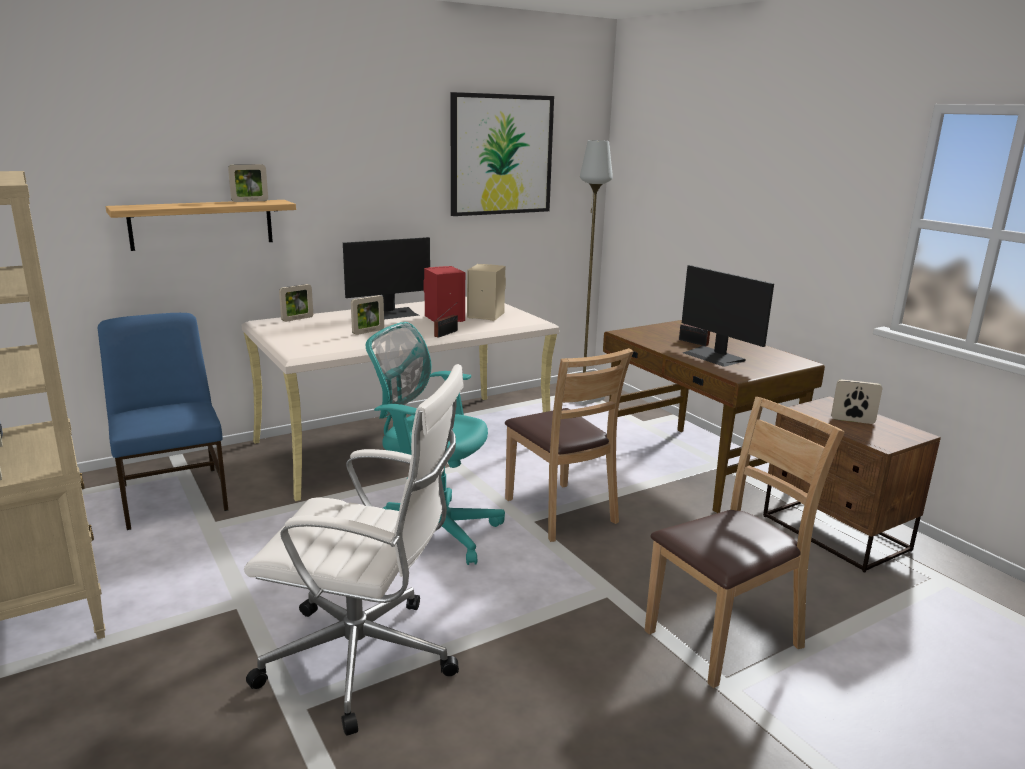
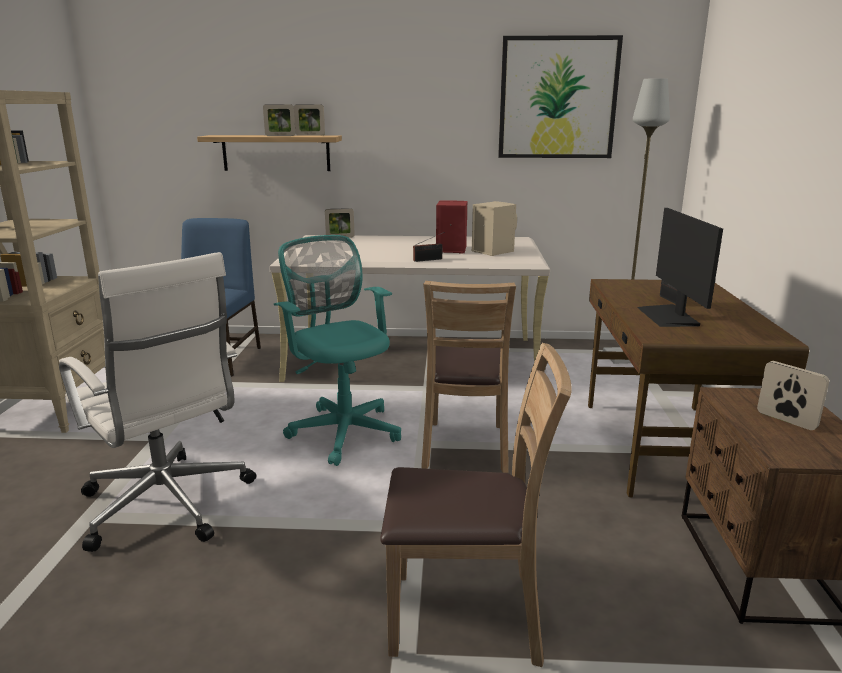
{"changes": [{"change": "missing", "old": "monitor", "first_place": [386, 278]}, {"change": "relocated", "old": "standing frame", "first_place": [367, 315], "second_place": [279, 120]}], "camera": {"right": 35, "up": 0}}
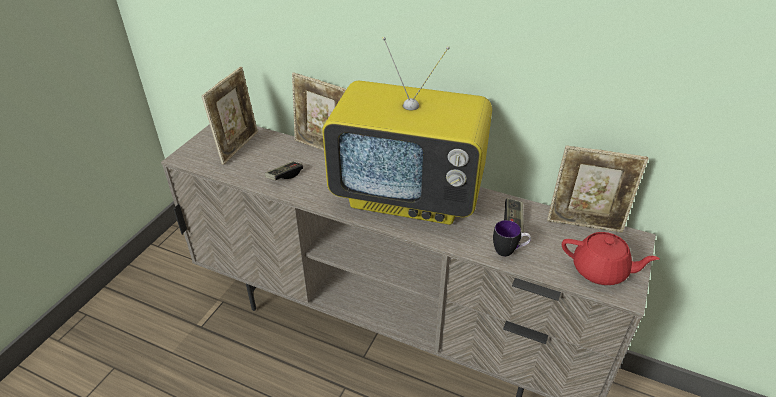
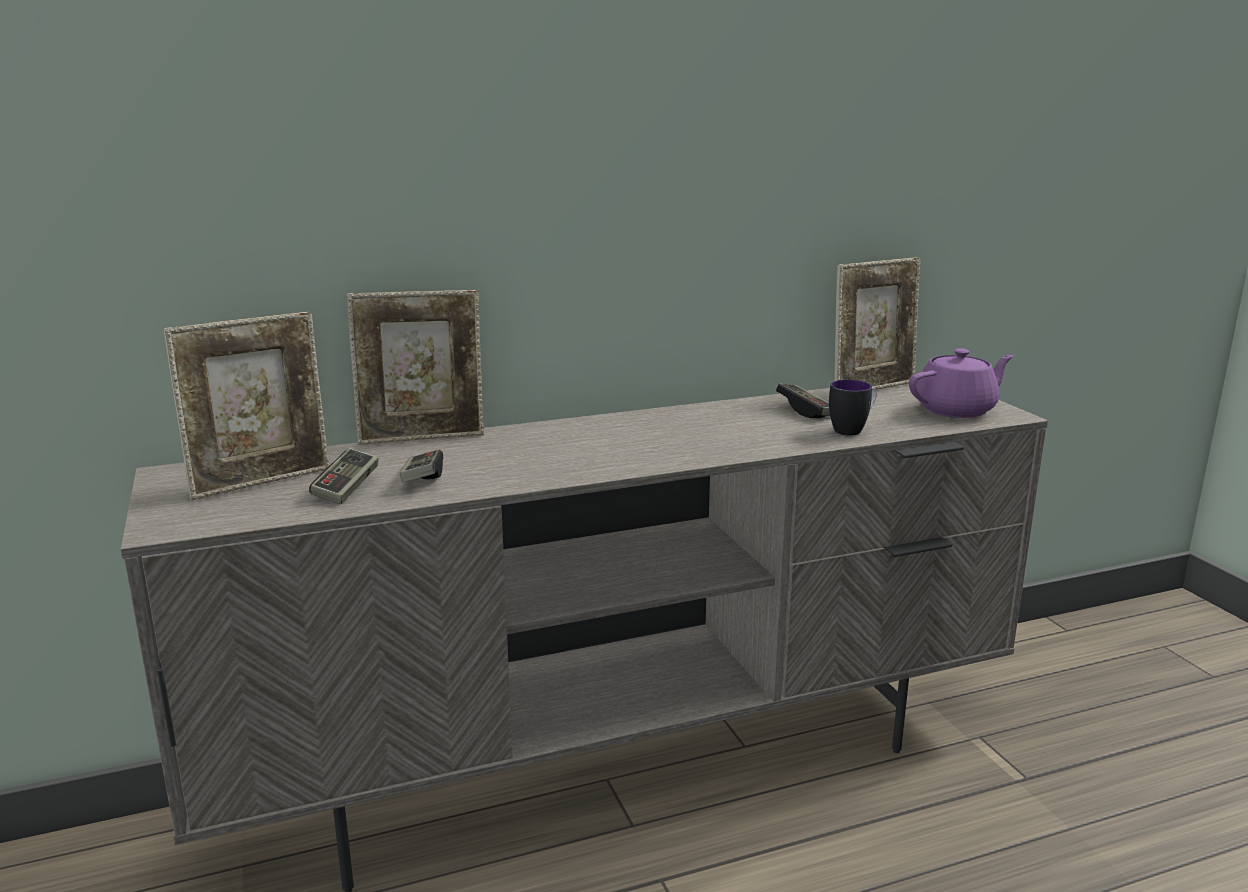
{"changes": [{"change": "missing", "old": "TV", "first_place": [407, 131]}, {"change": "spun", "old": "standing frame", "first_place": [230, 116], "second_place": [246, 406], "degrees": 75}, {"change": "colour", "old": "pot for tea/red-coloured", "new": "pot for tea/purple-coloured", "first_place": [611, 258], "second_place": [961, 383]}, {"change": "appeared", "new": "gamepad", "second_place": [344, 476]}], "camera": {"right": -45, "up": -20}}
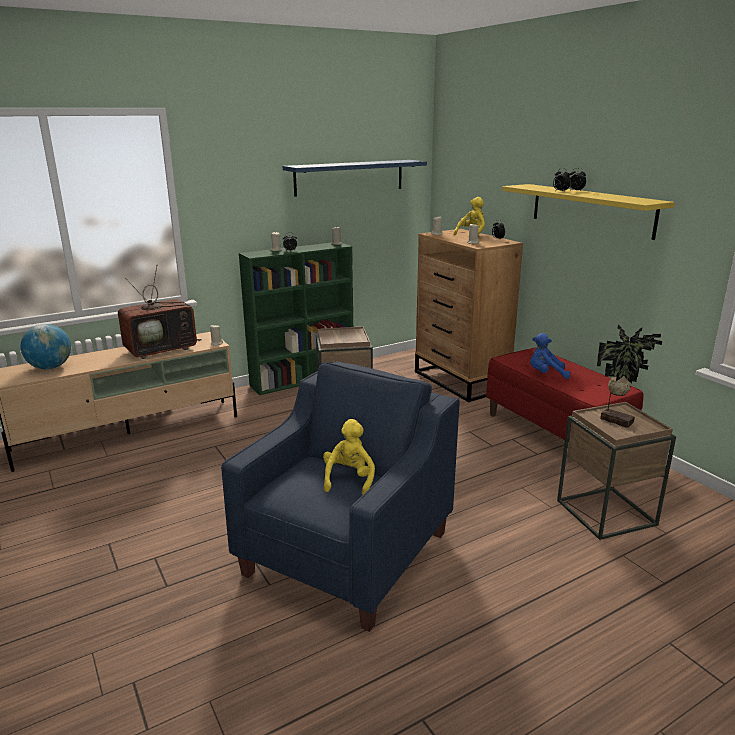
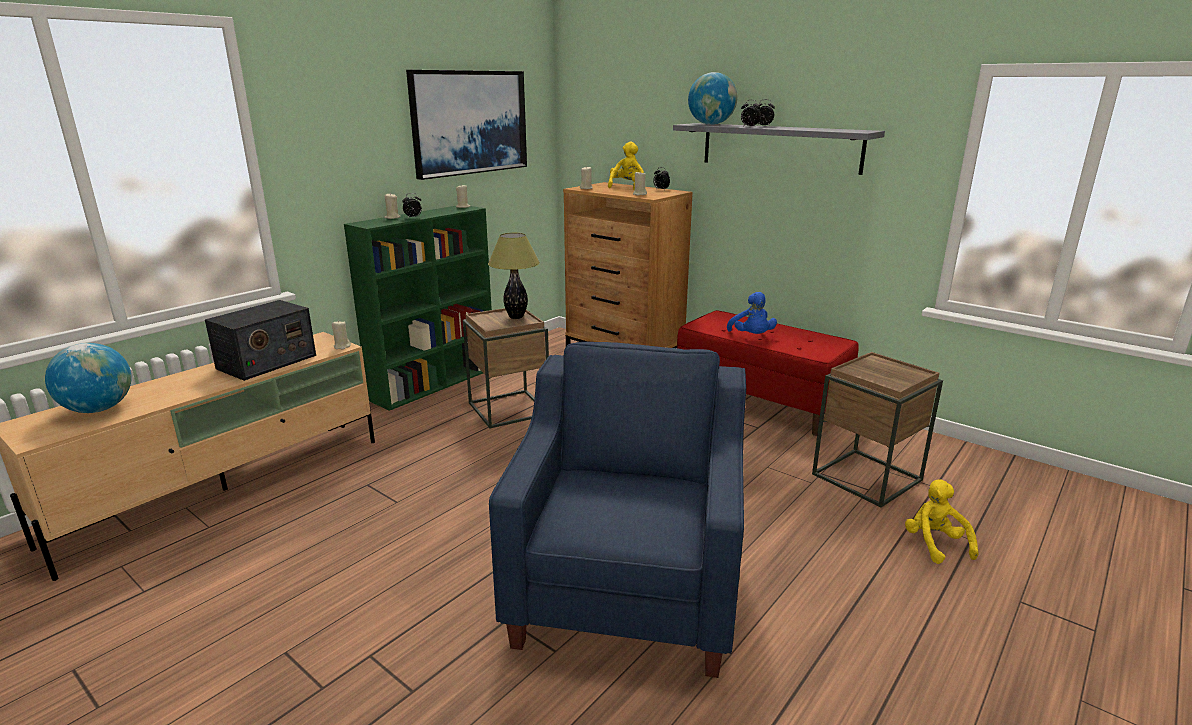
{"changes": [{"change": "exchanged", "old": "bracket shelf/bluish", "new": "wall picture", "first_place": [355, 178], "second_place": [466, 125]}, {"change": "colour", "old": "bracket shelf/yellowish", "new": "bracket shelf/greyish", "first_place": [588, 212], "second_place": [779, 149]}, {"change": "exchanged", "old": "TV", "new": "radio receiver", "first_place": [159, 312], "second_place": [260, 340]}, {"change": "missing", "old": "houseplant", "first_place": [629, 376]}, {"change": "spun", "old": "soft toy/bluish", "first_place": [550, 356], "second_place": [752, 313], "degrees": -90}, {"change": "relocated", "old": "soft toy/yellowish", "first_place": [349, 457], "second_place": [942, 521]}, {"change": "appeared", "new": "desk globe", "second_place": [713, 98]}, {"change": "appeared", "new": "table lamp", "second_place": [514, 276]}], "camera": {"right": -20, "up": 0}}
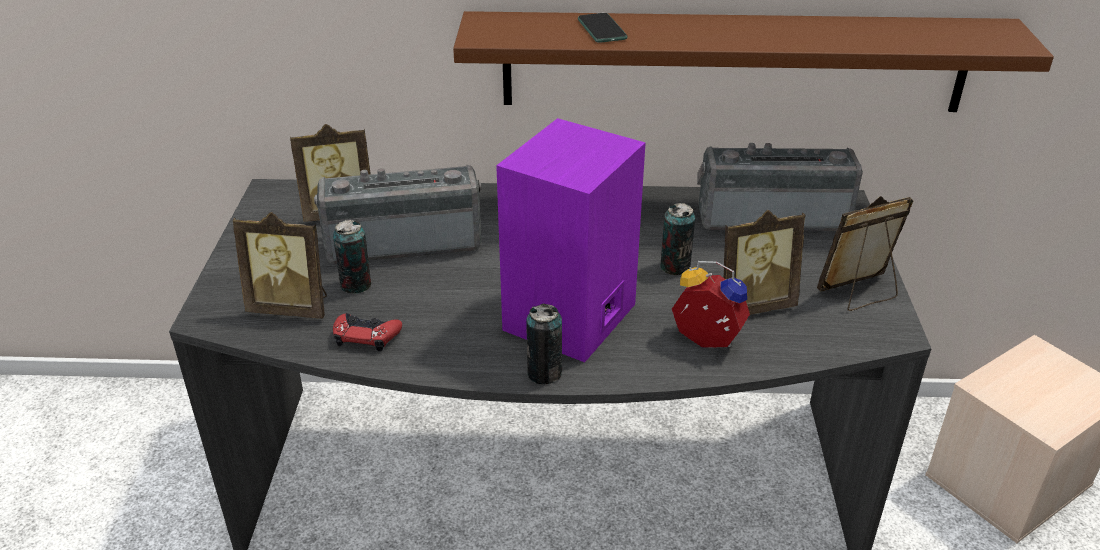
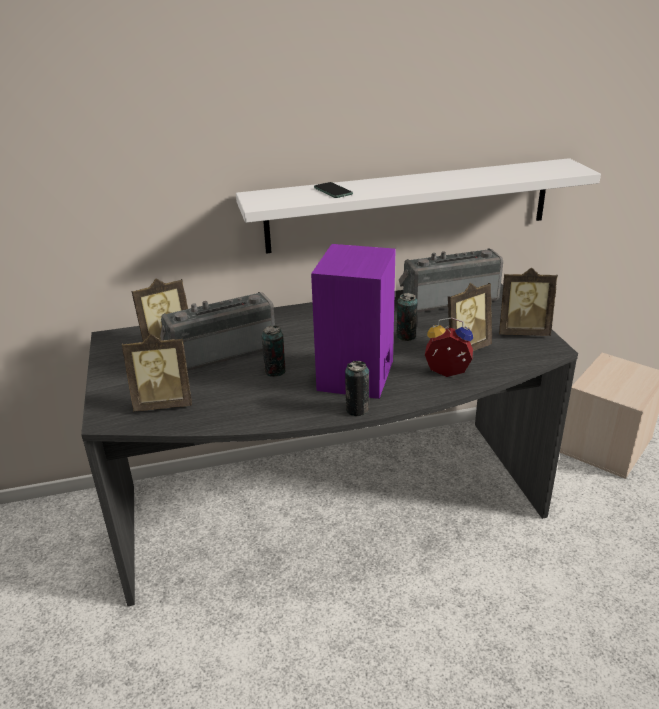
{"changes": [{"change": "colour", "old": "bracket shelf/brown", "new": "bracket shelf/white-coloured", "first_place": [753, 61], "second_place": [418, 206]}, {"change": "spun", "old": "standing frame", "first_place": [865, 253], "second_place": [528, 302], "degrees": -135}, {"change": "relocated", "old": "sealed can", "first_place": [352, 257], "second_place": [273, 351]}, {"change": "missing", "old": "gamepad/red-coloured", "first_place": [367, 332]}], "camera": {"right": -15, "up": -5}}
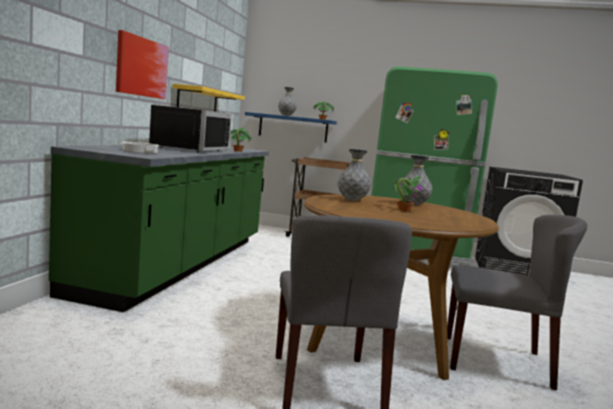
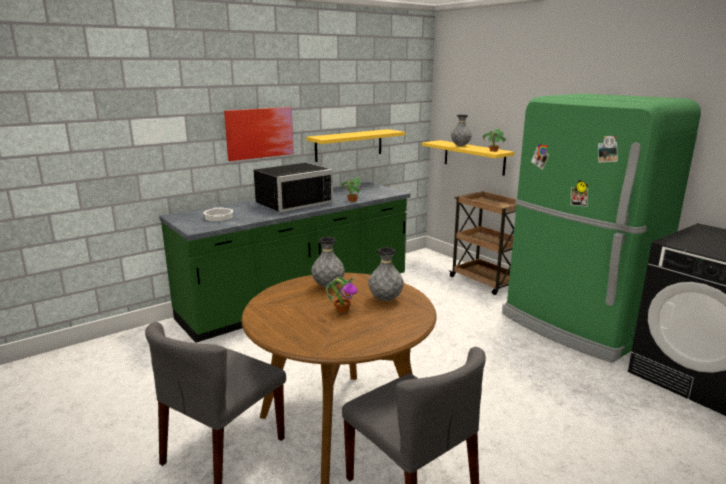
{"changes": [{"change": "colour", "old": "bracket shelf/bluish", "new": "bracket shelf/yellowish", "first_place": [291, 127], "second_place": [468, 158]}], "camera": {"right": 40, "up": 10}}
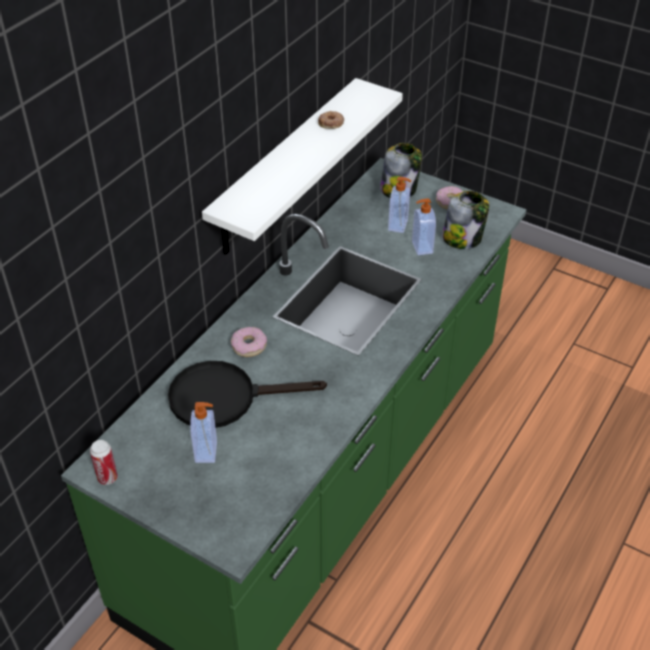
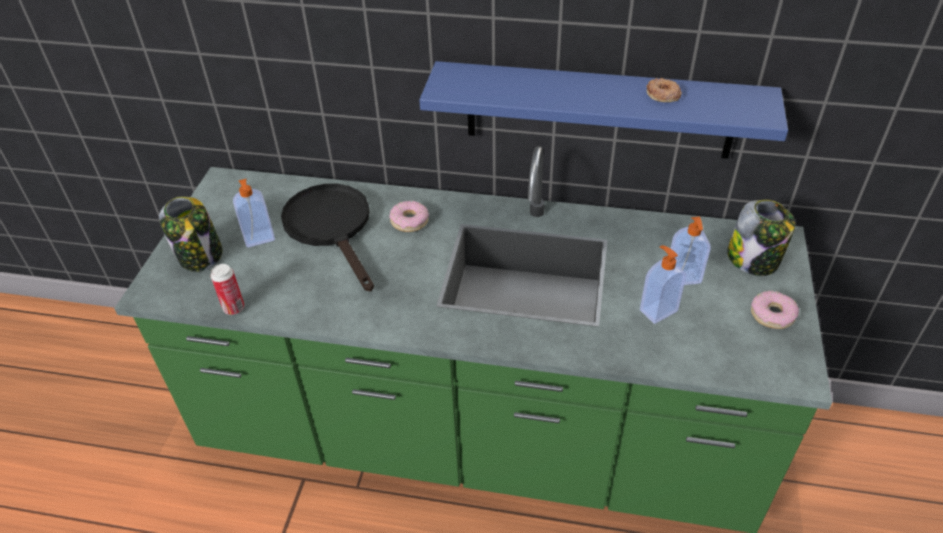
{"changes": [{"change": "colour", "old": "bracket shelf/white-coloured", "new": "bracket shelf/bluish", "first_place": [302, 166], "second_place": [603, 110]}, {"change": "relocated", "old": "jar", "first_place": [465, 220], "second_place": [191, 234]}, {"change": "relocated", "old": "sealed can", "first_place": [104, 462], "second_place": [227, 289]}], "camera": {"right": 70, "up": 0}}
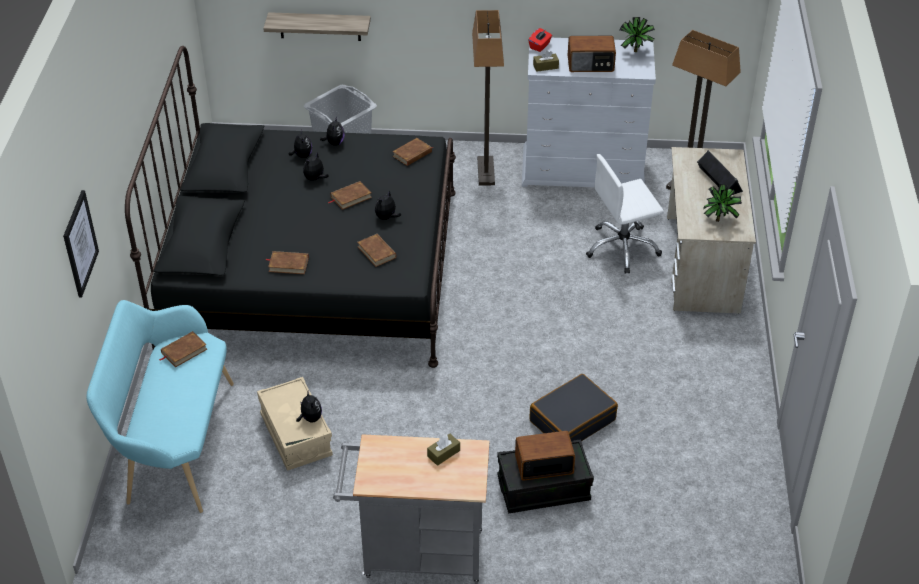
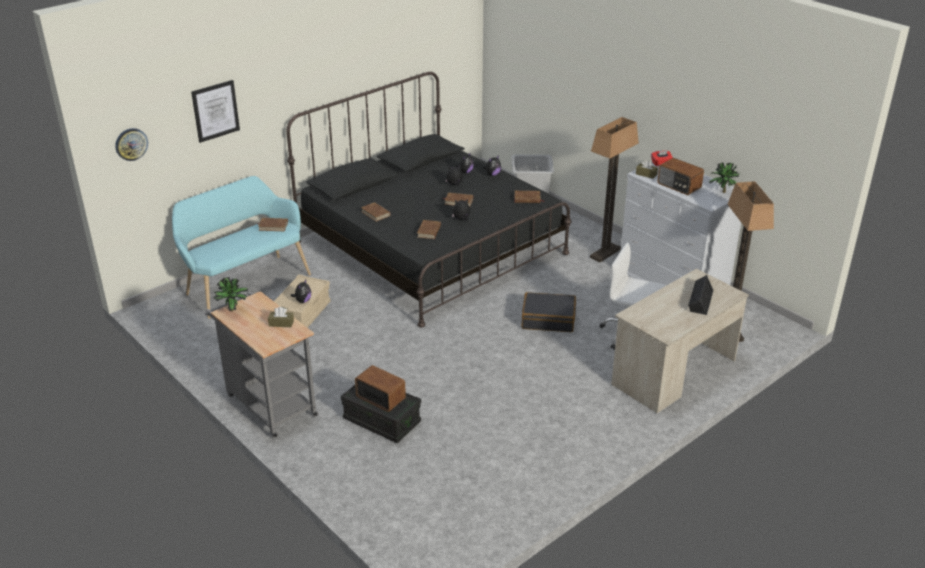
{"changes": [{"change": "missing", "old": "bracket shelf", "first_place": [317, 26]}, {"change": "relocated", "old": "houseplant", "first_place": [722, 203], "second_place": [230, 294]}, {"change": "relocated", "old": "suitcase/black-coloured", "first_place": [574, 407], "second_place": [549, 312]}, {"change": "appeared", "new": "wall clock", "second_place": [131, 144]}], "camera": {"right": 45, "up": -10}}
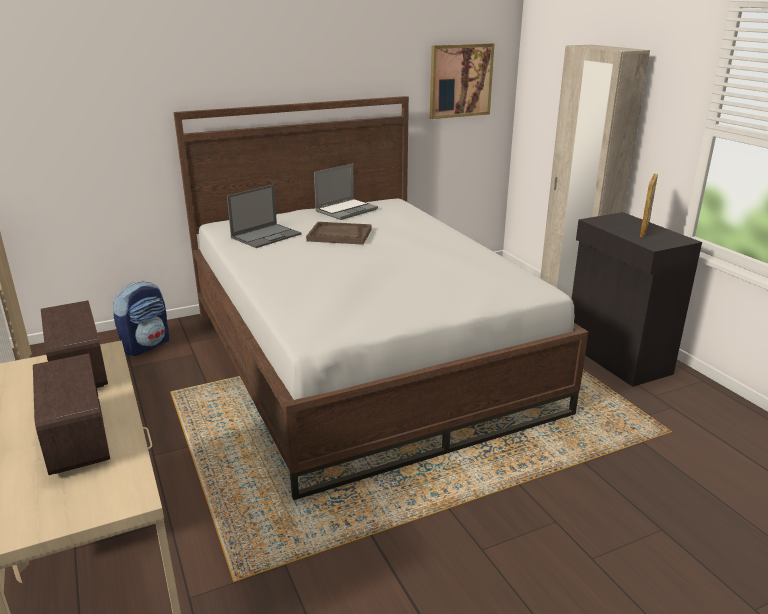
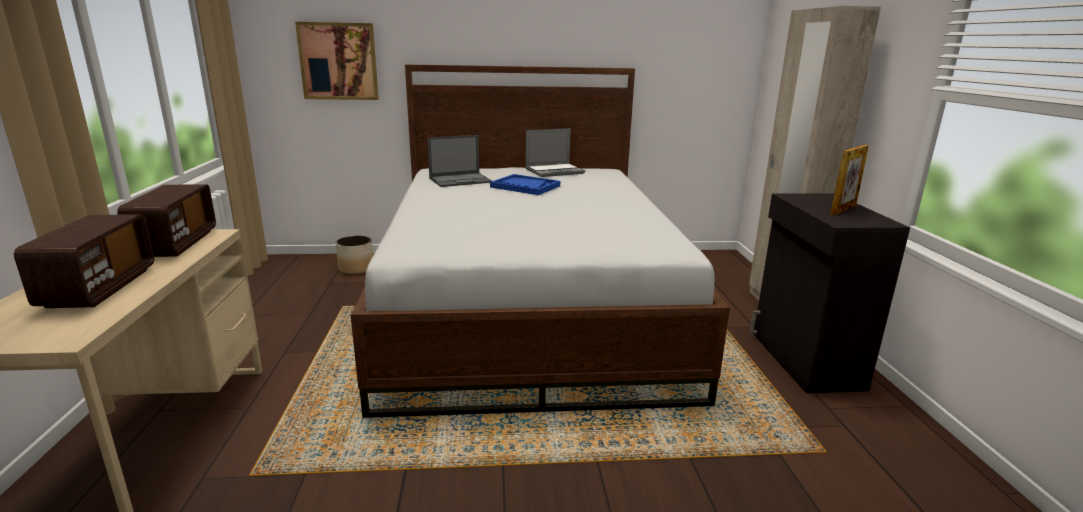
{"changes": [{"change": "relocated", "old": "wall picture", "first_place": [462, 81], "second_place": [337, 61]}, {"change": "colour", "old": "tray/brown", "new": "tray/bluish", "first_place": [339, 233], "second_place": [525, 184]}, {"change": "exchanged", "old": "knapsack", "new": "flower pot", "first_place": [141, 318], "second_place": [354, 255]}], "camera": {"right": 20, "up": -5}}
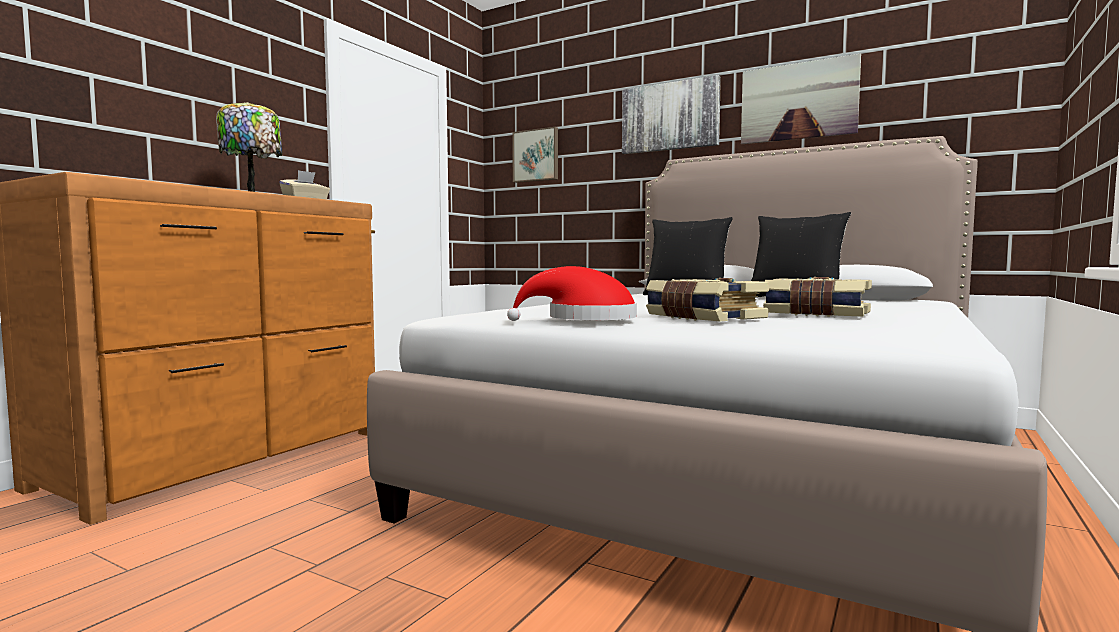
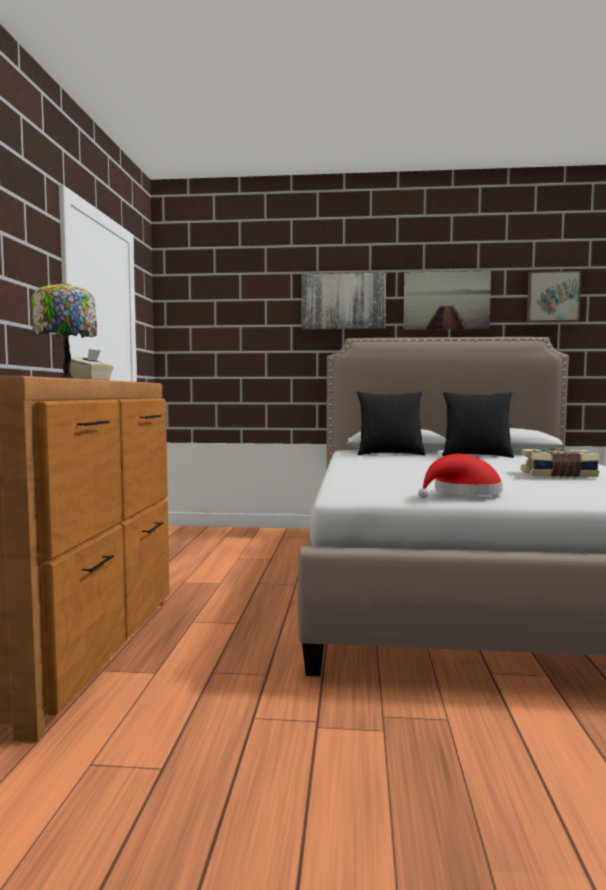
{"changes": [{"change": "relocated", "old": "wall picture", "first_place": [535, 155], "second_place": [554, 296]}, {"change": "missing", "old": "volume", "first_place": [707, 299]}], "camera": {"right": -25, "up": 0}}
